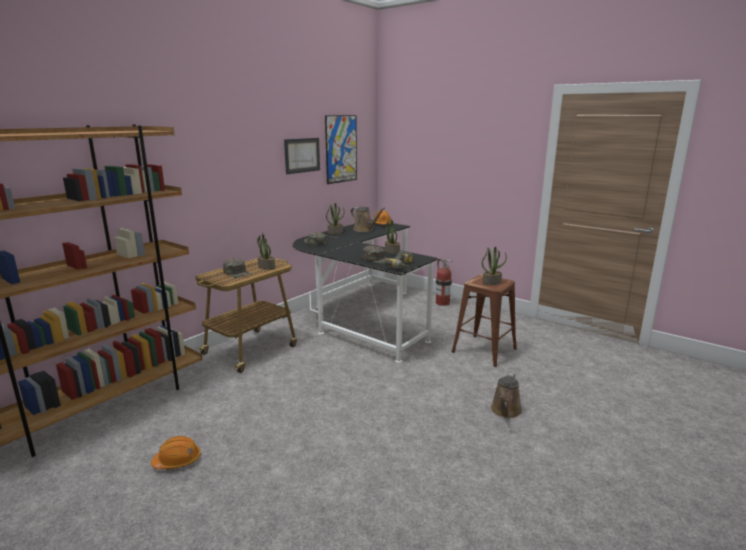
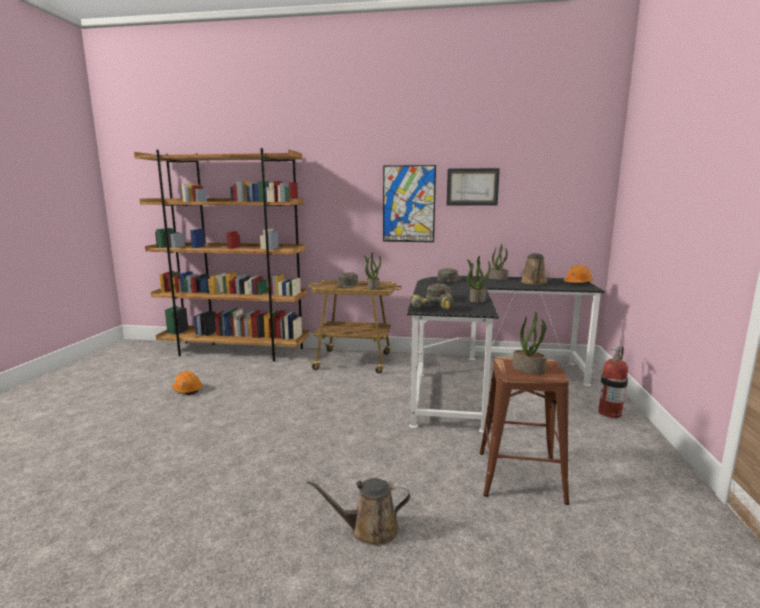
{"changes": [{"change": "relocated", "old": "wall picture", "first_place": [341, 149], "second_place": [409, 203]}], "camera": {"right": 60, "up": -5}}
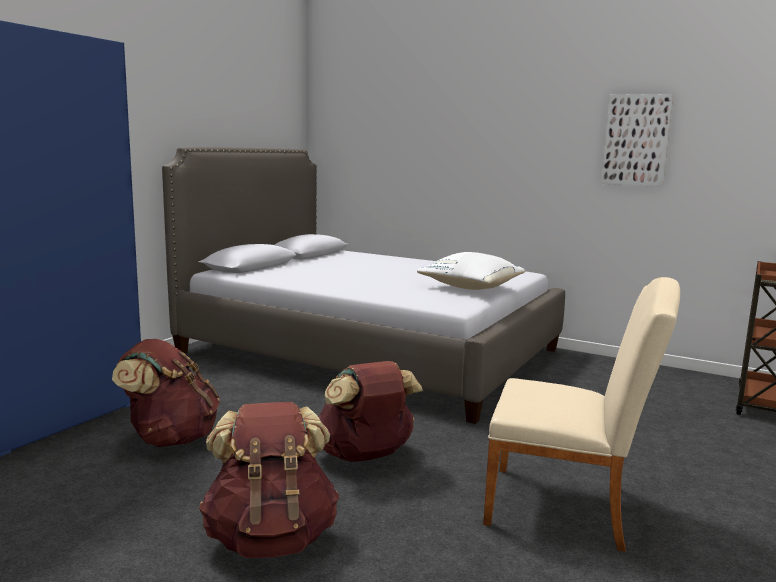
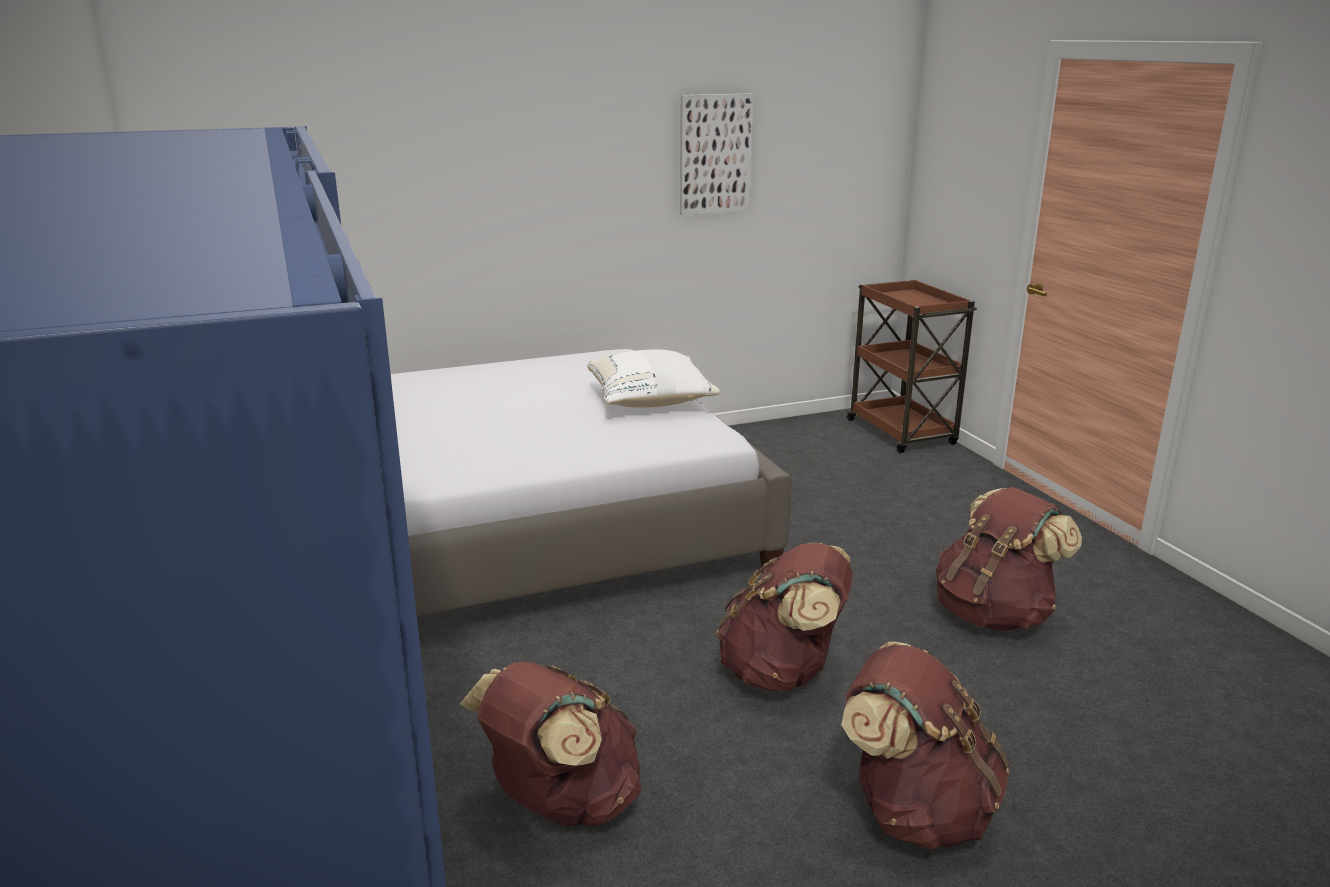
{"changes": [{"change": "exchanged", "old": "plain chair/beige", "new": "knapsack/brown", "first_place": [581, 414], "second_place": [1009, 559]}], "camera": {"right": -50, "up": 10}}
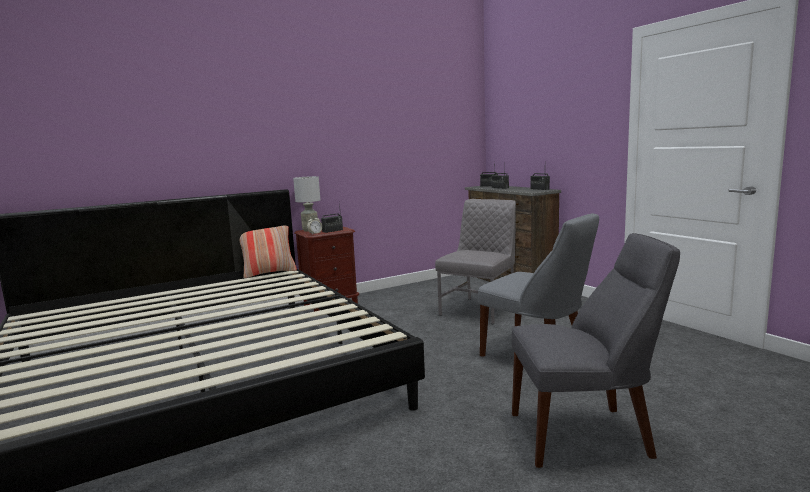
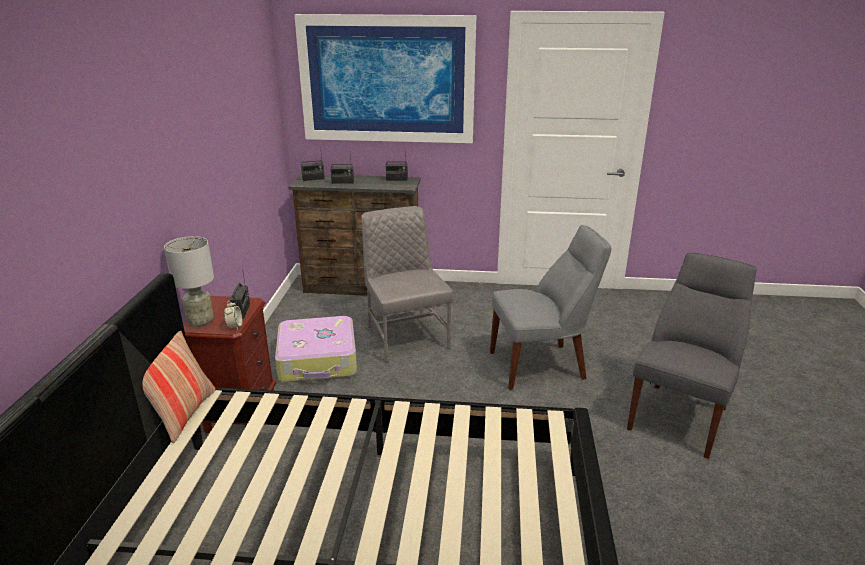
{"changes": [{"change": "appeared", "new": "wall picture", "second_place": [385, 78]}, {"change": "appeared", "new": "suitcase", "second_place": [316, 349]}], "camera": {"right": -55, "up": 15}}
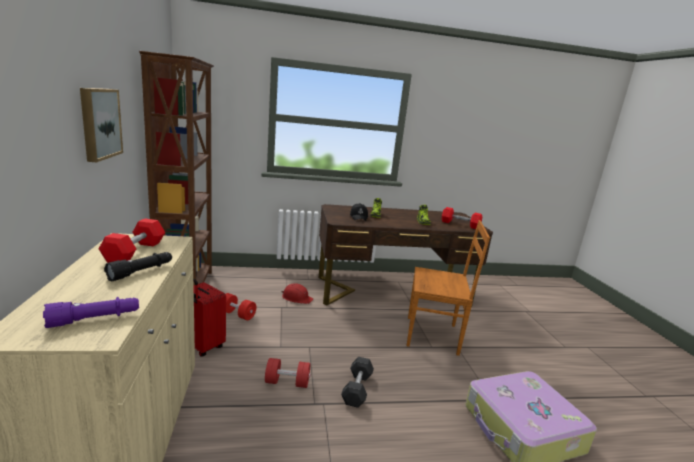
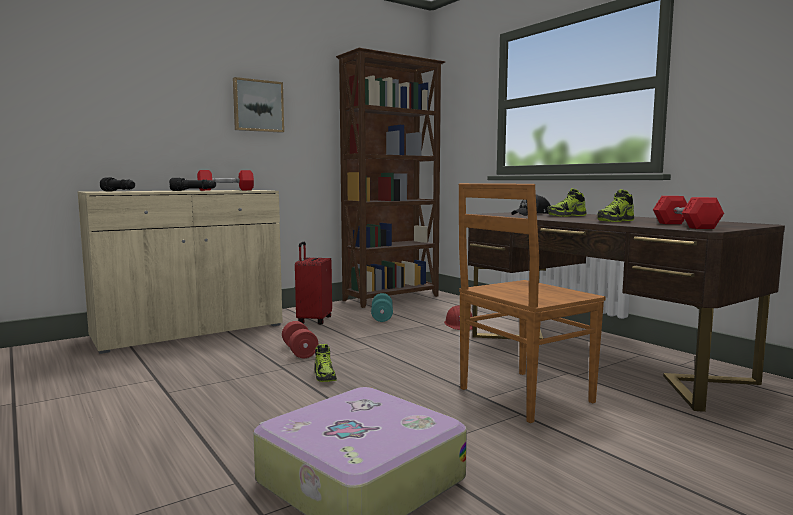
{"changes": [{"change": "spun", "old": "plain chair/brown", "first_place": [448, 288], "second_place": [532, 303], "degrees": 75}, {"change": "colour", "old": "free weight/red-coloured", "new": "free weight/blue-green", "first_place": [241, 306], "second_place": [382, 307]}, {"change": "colour", "old": "torch/purple-coloured", "new": "torch/black-coloured", "first_place": [91, 312], "second_place": [117, 184]}, {"change": "exchanged", "old": "free weight/greyish", "new": "low shoe", "first_place": [357, 382], "second_place": [325, 363]}], "camera": {"right": 65, "up": -10}}
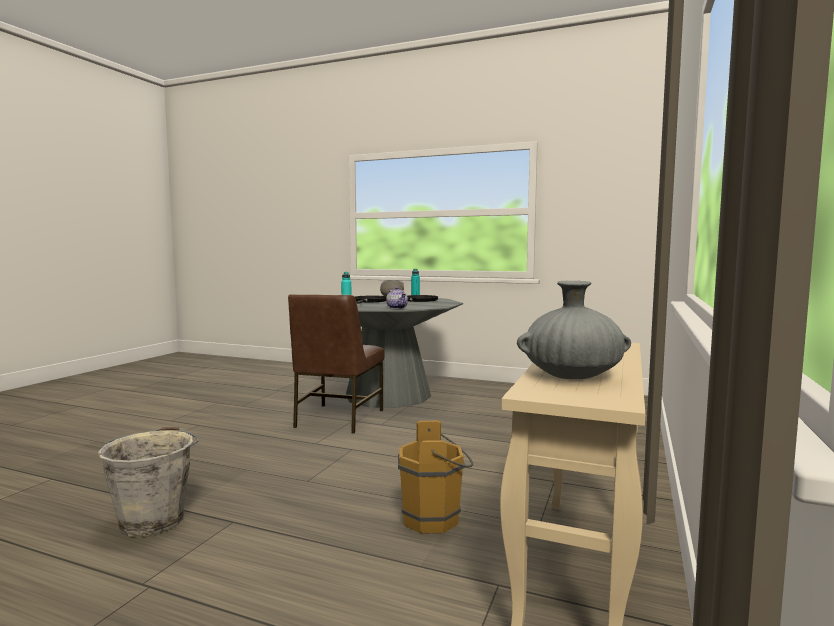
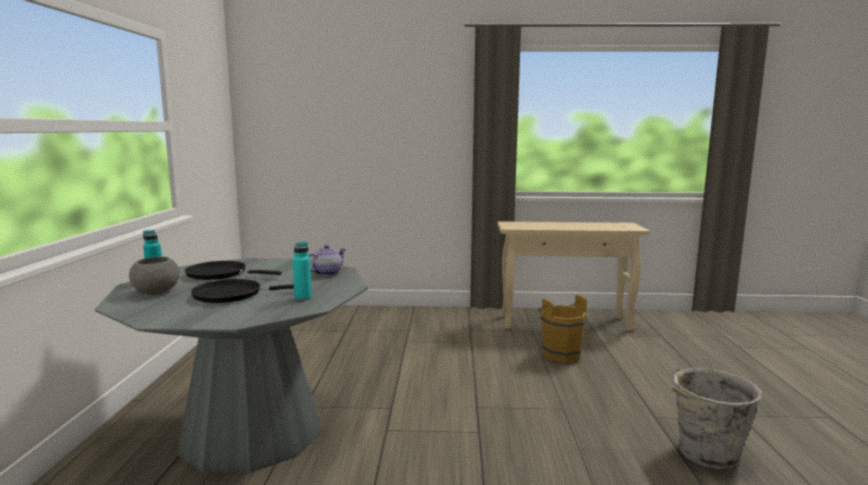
{"changes": [{"change": "missing", "old": "vase/greyish", "first_place": [574, 330]}, {"change": "missing", "old": "plain chair/brown", "first_place": [336, 363]}], "camera": {"right": -110, "up": 5}}
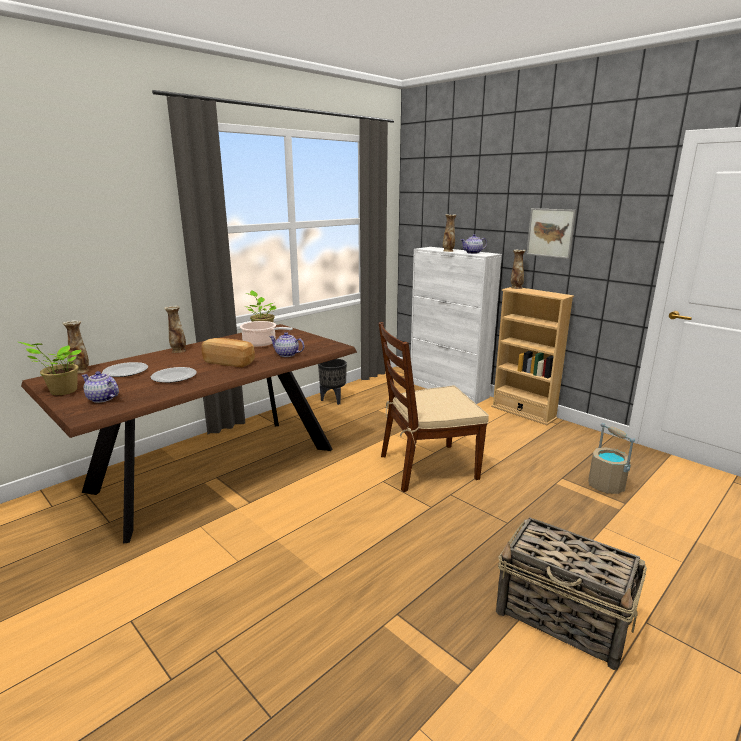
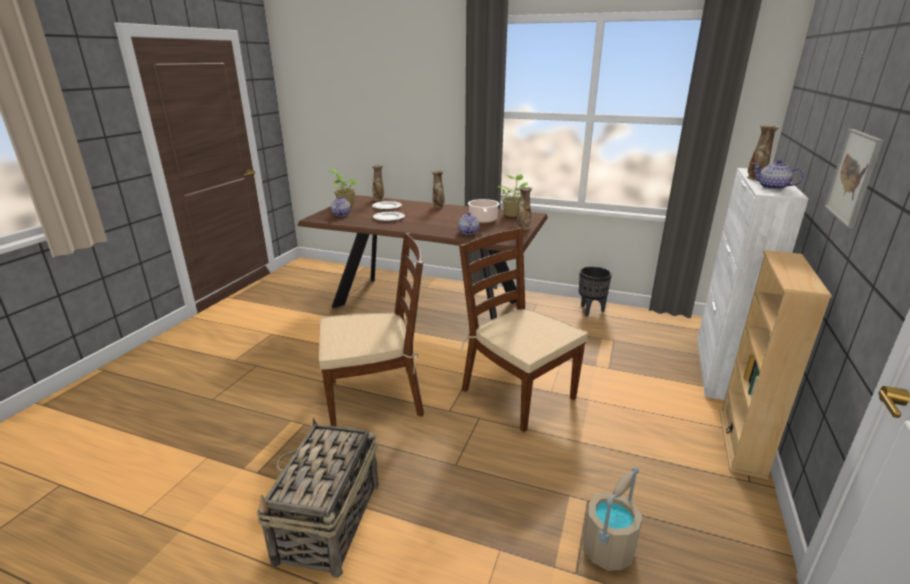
{"changes": [{"change": "relocated", "old": "vase", "first_place": [518, 269], "second_place": [524, 208]}, {"change": "missing", "old": "bread", "first_place": [228, 352]}, {"change": "appeared", "new": "plain chair/brown", "second_place": [371, 330]}], "camera": {"right": 65, "up": 5}}
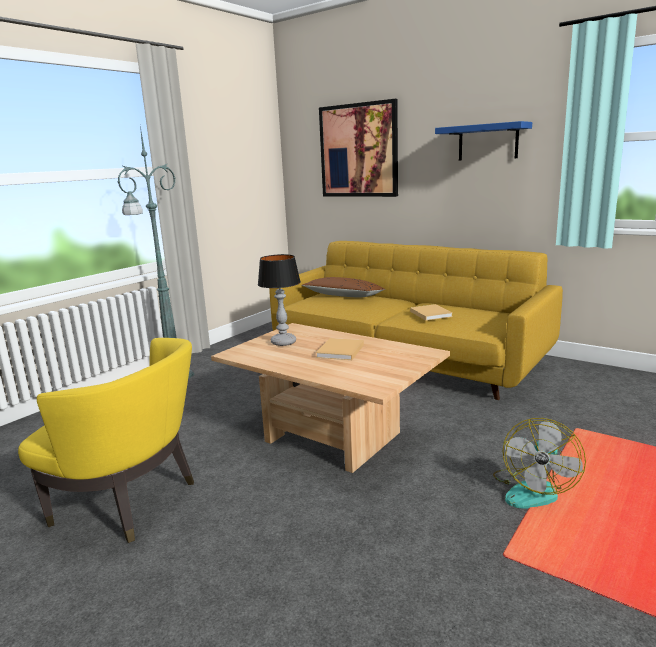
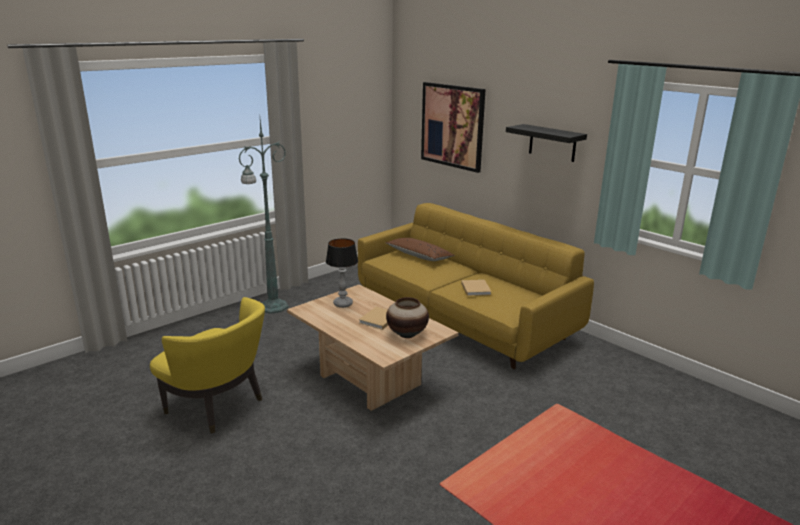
{"changes": [{"change": "colour", "old": "bracket shelf/bluish", "new": "bracket shelf/black-coloured", "first_place": [483, 141], "second_place": [546, 143]}, {"change": "missing", "old": "electric fan", "first_place": [539, 463]}, {"change": "appeared", "new": "vase", "second_place": [407, 317]}], "camera": {"right": 10, "up": 5}}
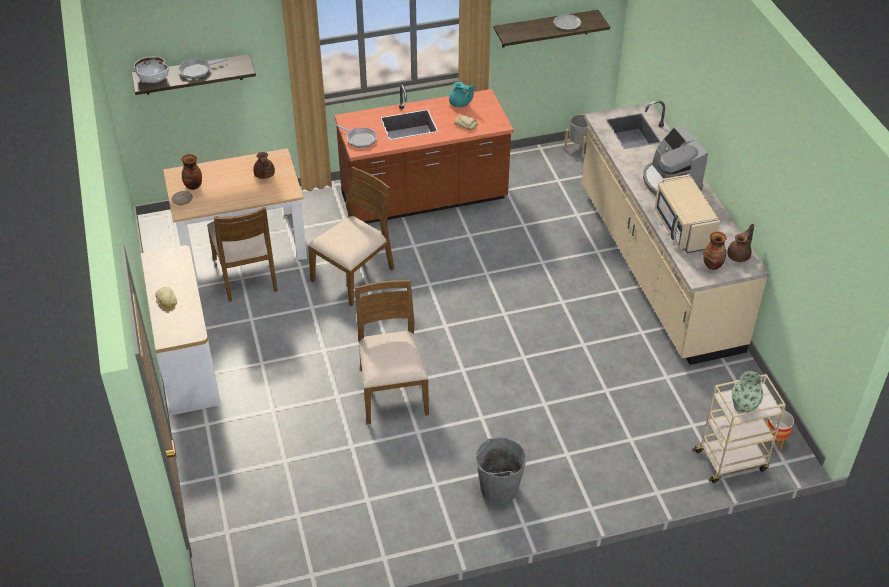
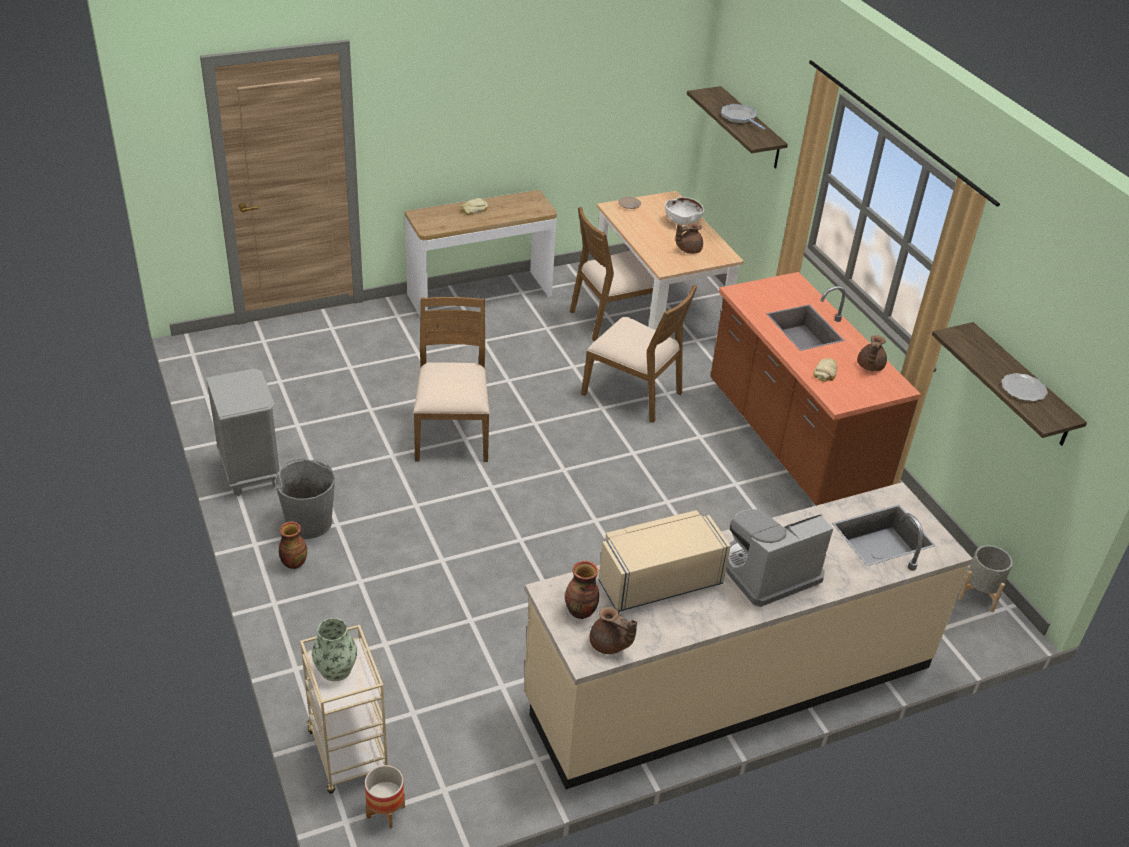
{"changes": [{"change": "relocated", "old": "deep dish/white-coloured", "first_place": [151, 70], "second_place": [684, 211]}, {"change": "colour", "old": "pot for tea/blue-green", "new": "pot for tea/brown", "first_place": [461, 94], "second_place": [872, 353]}, {"change": "missing", "old": "skillet", "first_place": [356, 136]}, {"change": "relocated", "old": "vase", "first_place": [192, 172], "second_place": [293, 545]}, {"change": "spun", "old": "plain chair/brown", "first_place": [392, 352], "second_place": [451, 379], "degrees": -75}, {"change": "appeared", "new": "nightstand/greyish", "second_place": [243, 432]}], "camera": {"right": 80, "up": -5}}
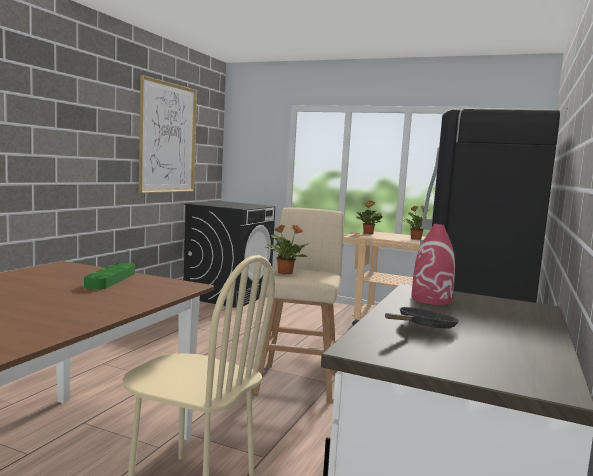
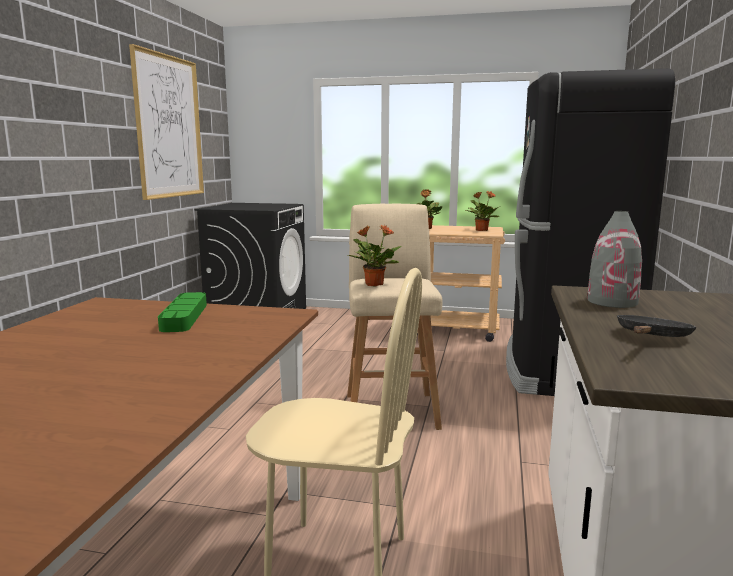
{"changes": [{"change": "colour", "old": "vase/red-coloured", "new": "vase/greyish", "first_place": [433, 264], "second_place": [615, 259]}], "camera": {"right": -10, "up": 5}}
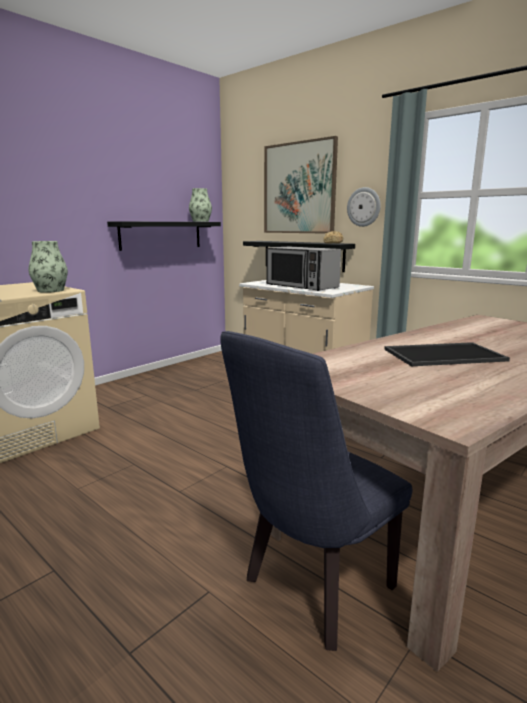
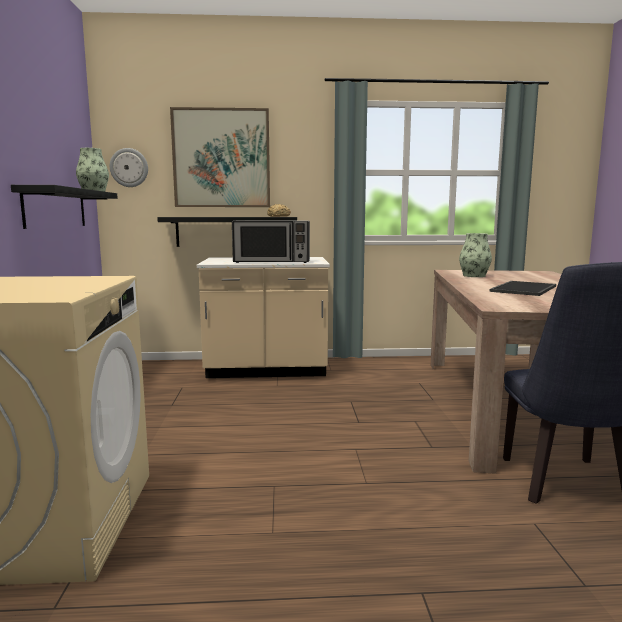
{"changes": [{"change": "relocated", "old": "wall clock", "first_place": [364, 207], "second_place": [129, 167]}, {"change": "relocated", "old": "vase", "first_place": [48, 267], "second_place": [475, 255]}], "camera": {"right": -45, "up": -5}}
